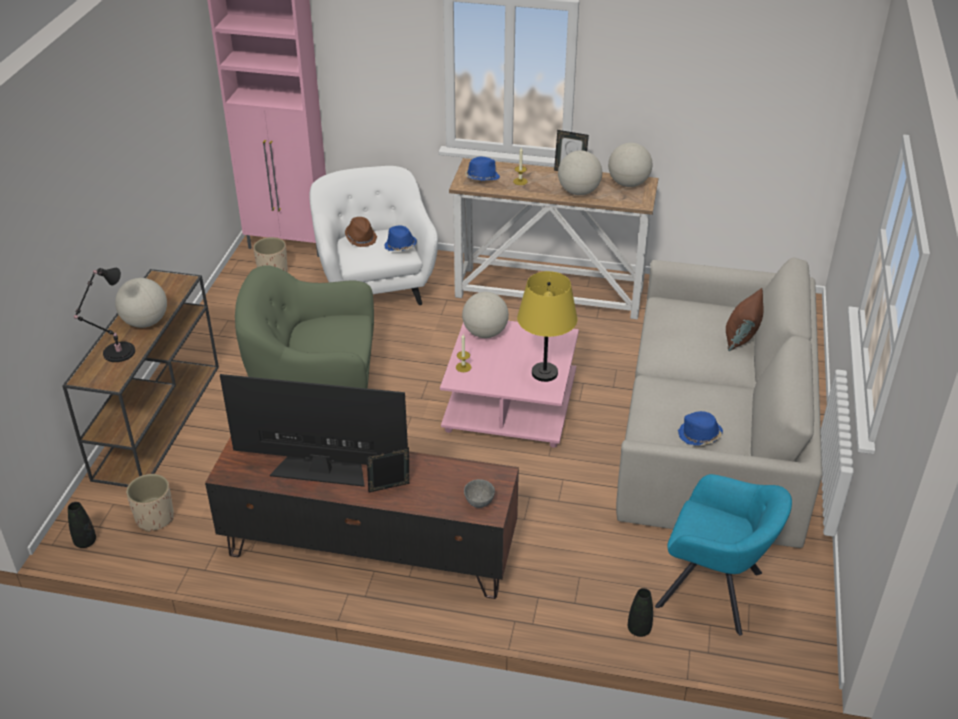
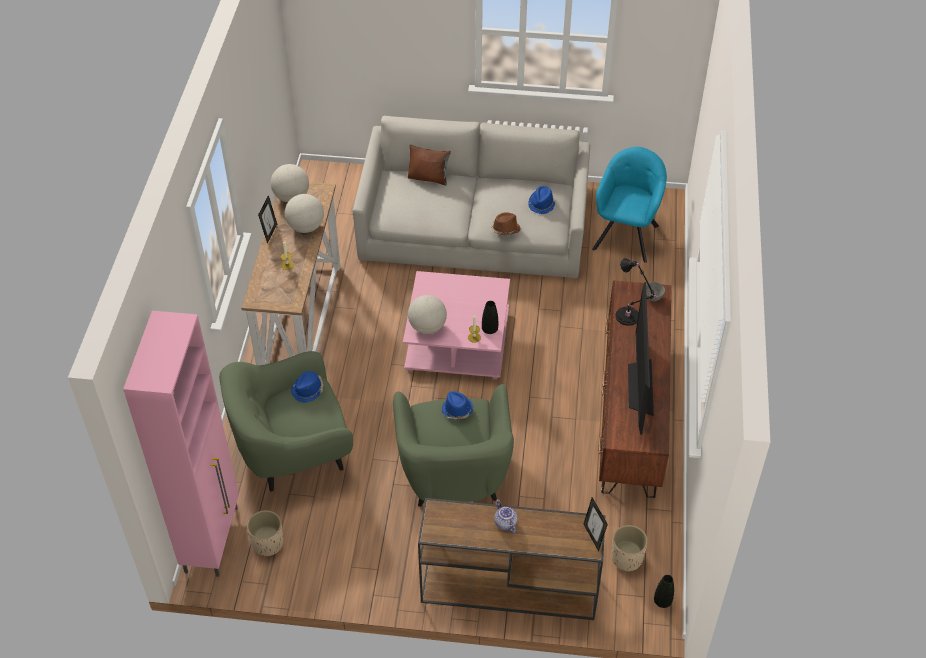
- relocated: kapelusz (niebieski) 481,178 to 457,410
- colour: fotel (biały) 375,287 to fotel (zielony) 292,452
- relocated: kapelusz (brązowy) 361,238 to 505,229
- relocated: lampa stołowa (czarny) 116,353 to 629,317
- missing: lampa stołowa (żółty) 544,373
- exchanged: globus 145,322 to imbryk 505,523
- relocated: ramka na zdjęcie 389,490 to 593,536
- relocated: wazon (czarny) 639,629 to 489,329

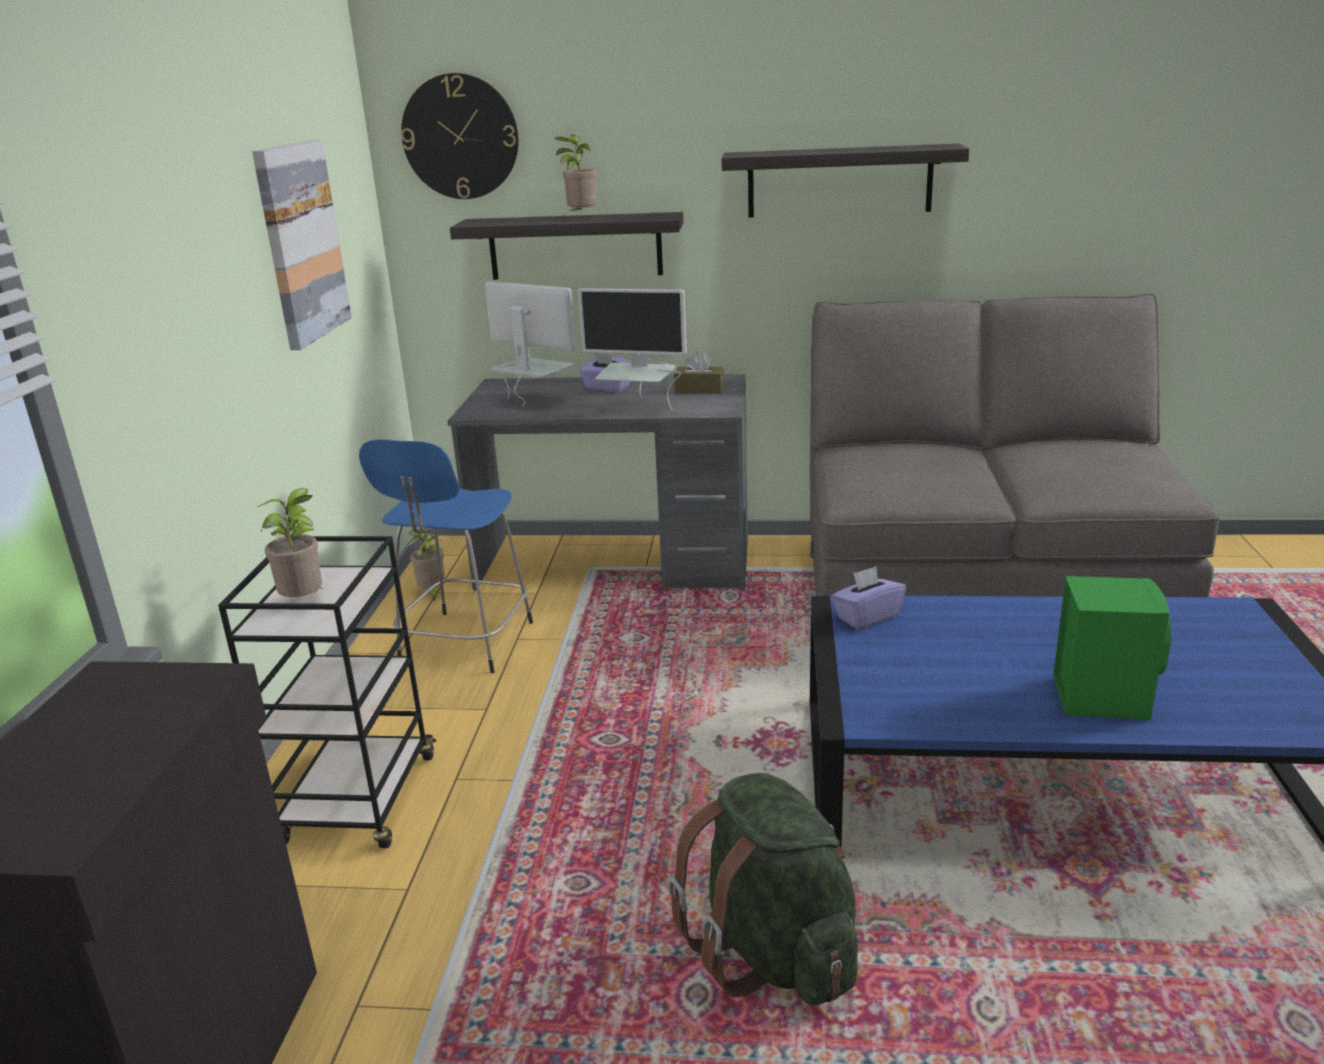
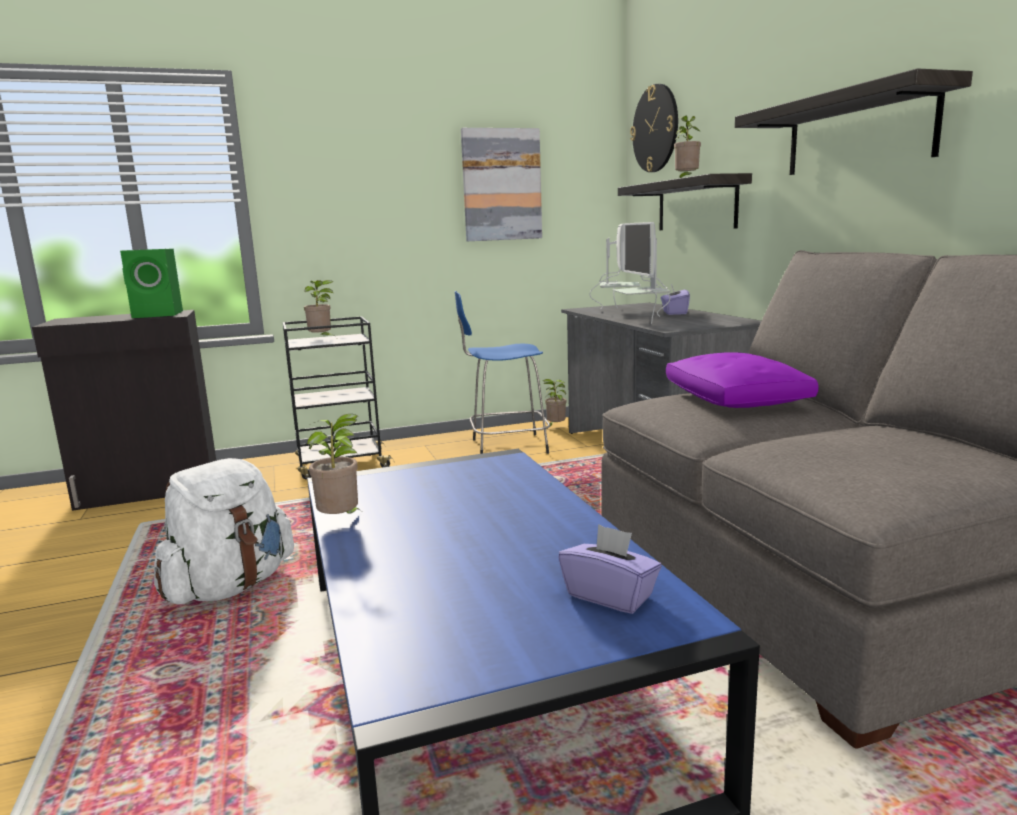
- missing: pudełko chusteczek (brązowy) 699,390
- relocated: pudełko chusteczek (fioletowy) 867,617 to 610,595
- relocated: głośnik (zielony) 1101,696 to 160,315
- colour: plecak (zielony) 773,951 to plecak (biały) 230,586
- appeared: poduszka (fioletowy) 736,400
- appeared: roślina doniczkowa 342,521

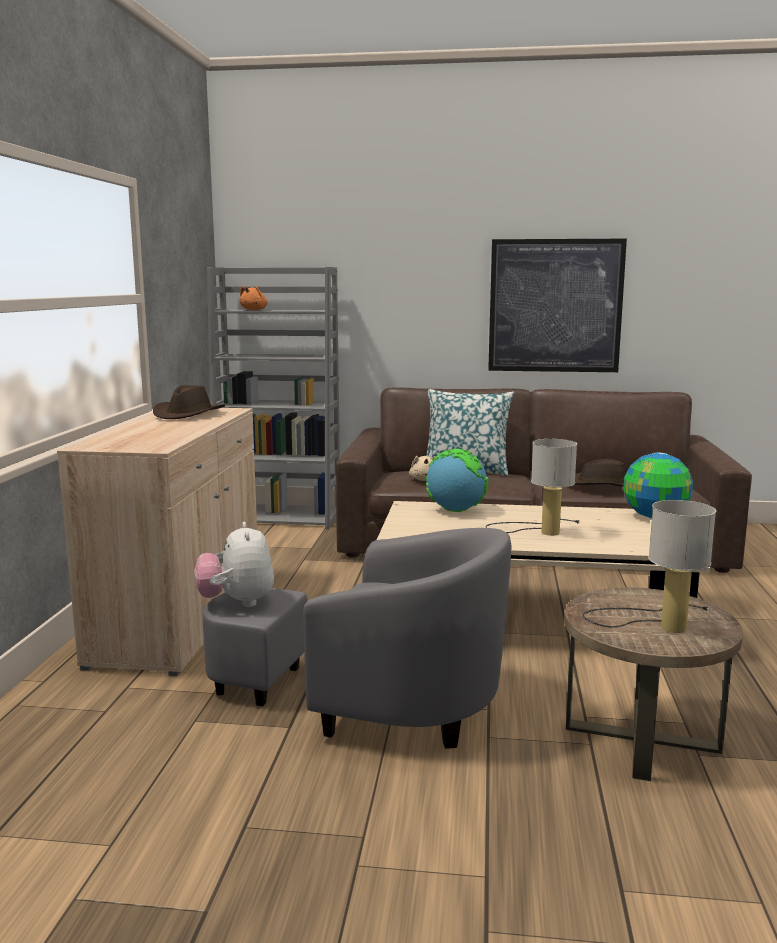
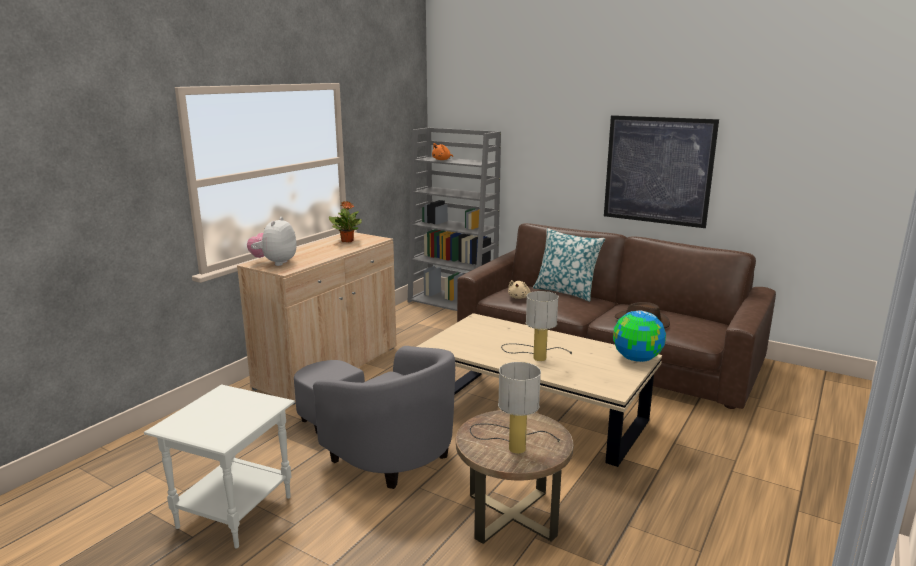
- exchanged: kapelusz (brązowy) 189,414 to roślina doniczkowa 347,241
- missing: globus 455,510
- relocated: pluszak 237,602 to 275,263
- appeared: stolik (biały) 236,511

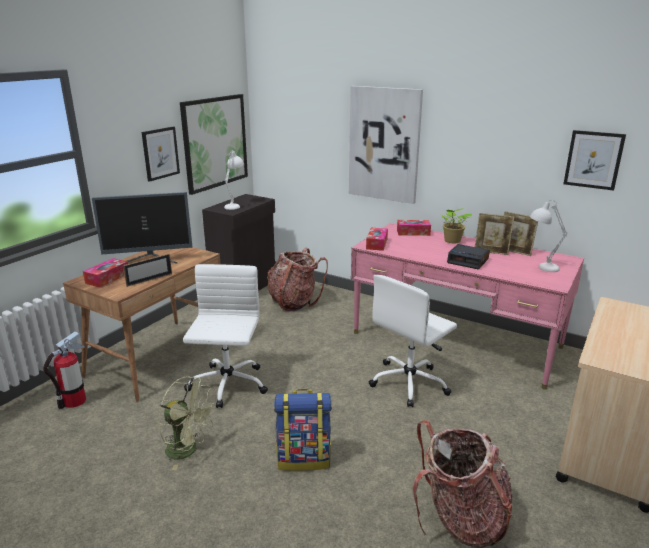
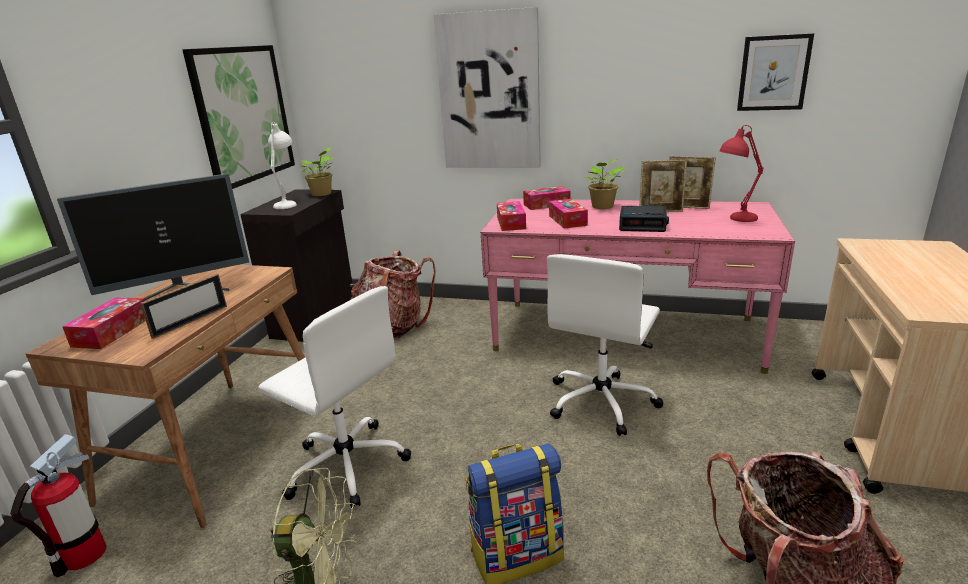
- missing: obraz 160,153
- colour: lampa stołowa (biały) 540,268 to lampa stołowa (czerwony) 734,219
- spun: krzesło biurowe (biały) 227,385 = 346,464 135 degrees clockwise
- appeared: roślina doniczkowa 322,194
- appeared: pudełko chusteczek 567,220

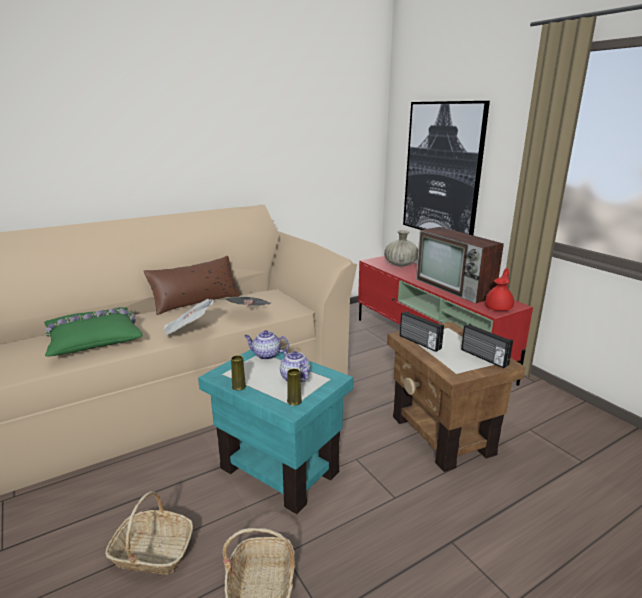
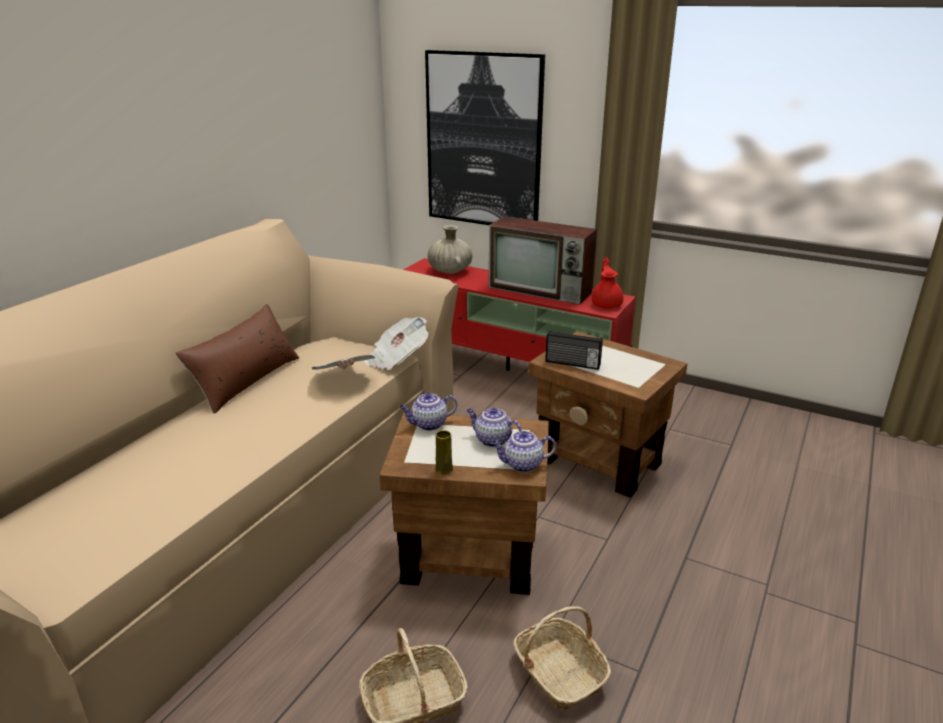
- relocated: gazeta 188,330 to 396,359
- missing: poduszka (zielony) 94,339
- missing: radio 483,357
- colour: stolik (turkusowy) 280,469 to stolik (brązowy) 469,558
- exchanged: wazon (żółty) 294,401 to imbryk 522,465

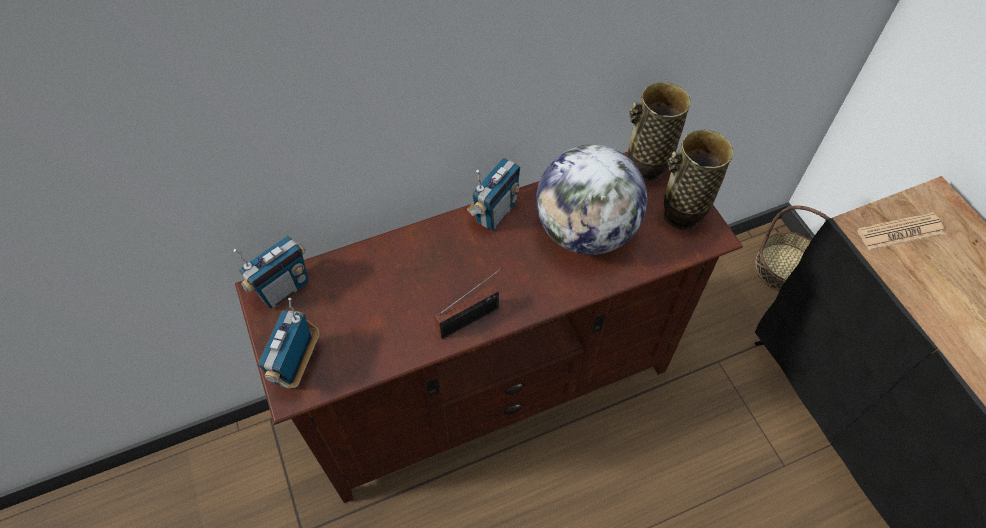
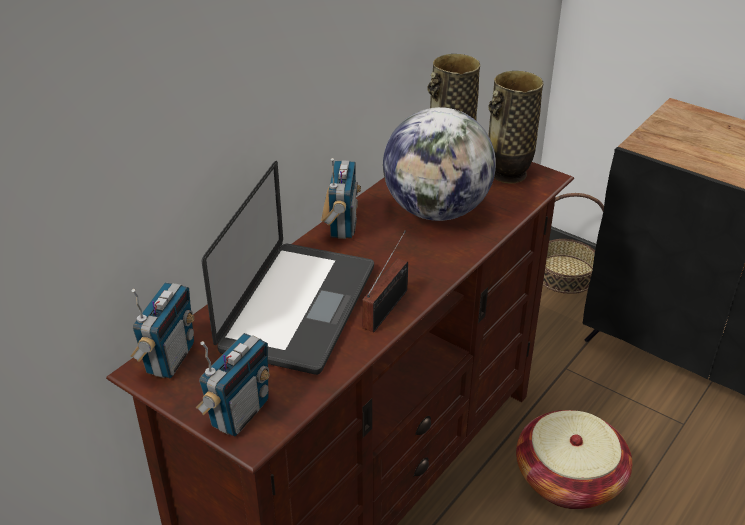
- missing: gazeta 899,232
- spun: radio 297,366 = 239,413 135 degrees counterclockwise
- appeared: laptop 298,308
- appeared: koszyk 569,479

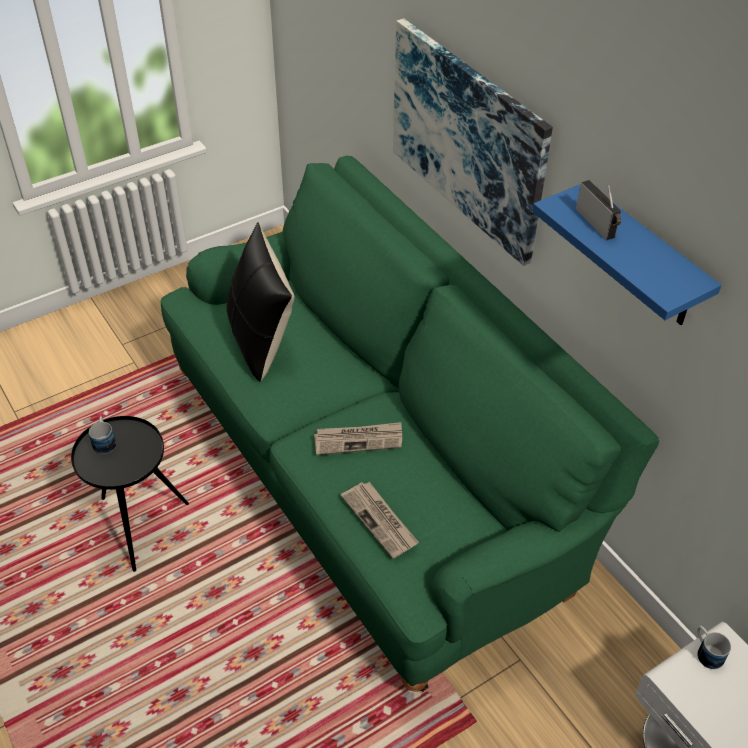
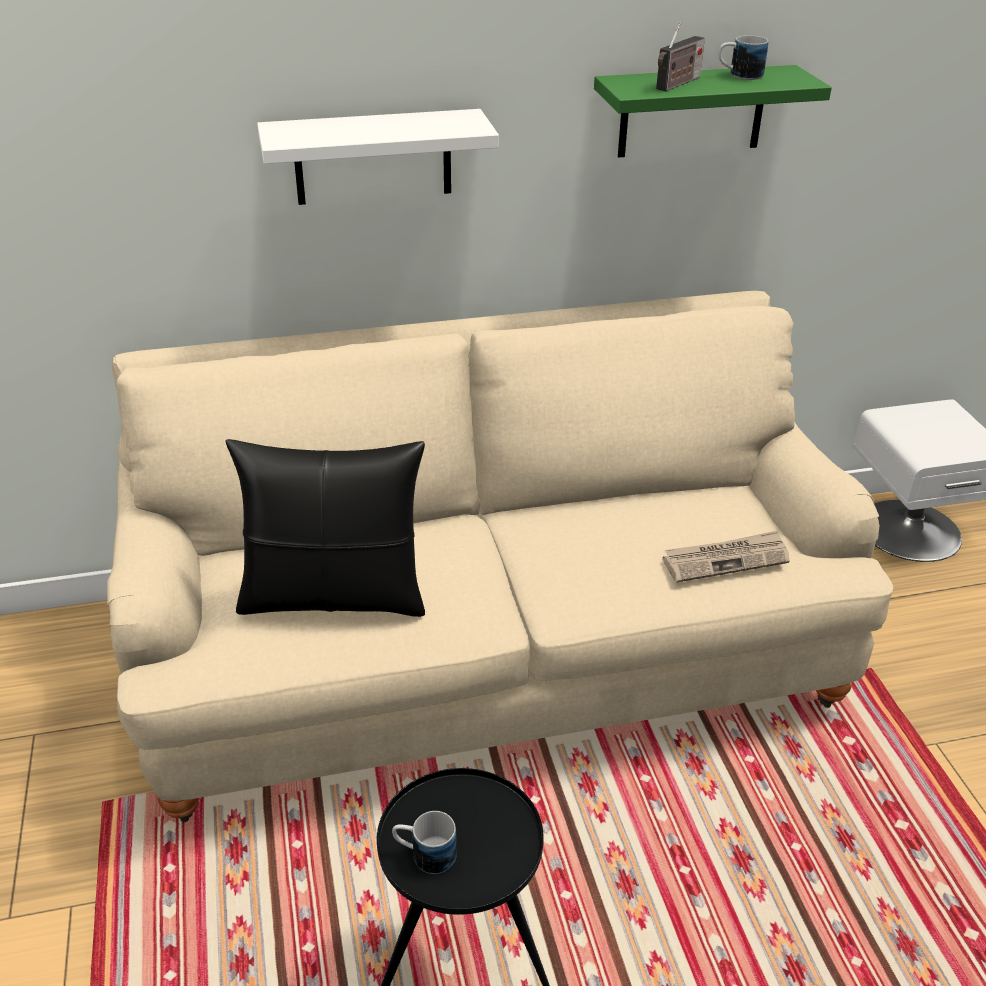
- exchanged: obraz 467,139 to półka (biały) 373,157
- colour: kanapa (zielony) 373,475 to kanapa (beżowy) 490,659
- spun: radio 597,224 = 677,84 135 degrees clockwise
- colour: półka (niebieski) 642,258 to półka (zielony) 692,111
- missing: gazeta 359,440
- relocated: kubek 706,652 to 739,75

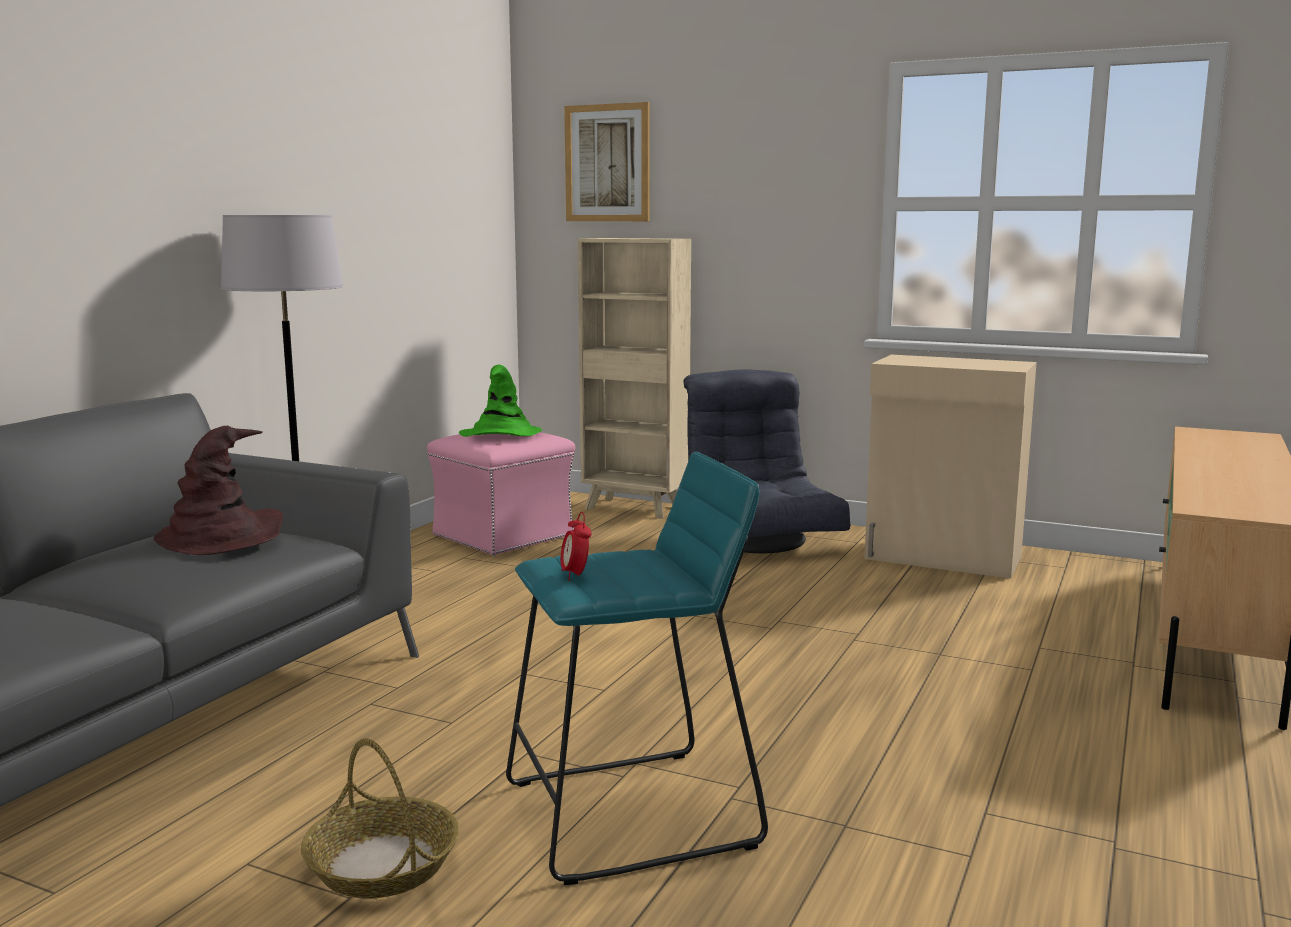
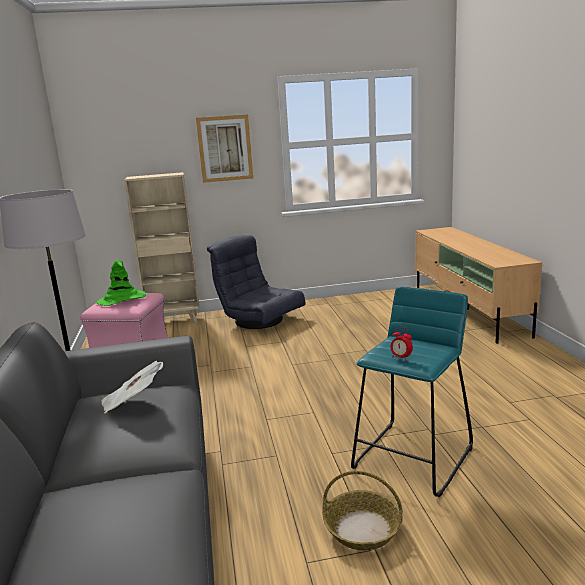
- relocated: obraz 607,163 to 225,148
- missing: szafka (beżowy) 943,558
- exchanged: kapelusz (brązowy) 221,536 to gazeta 133,402

